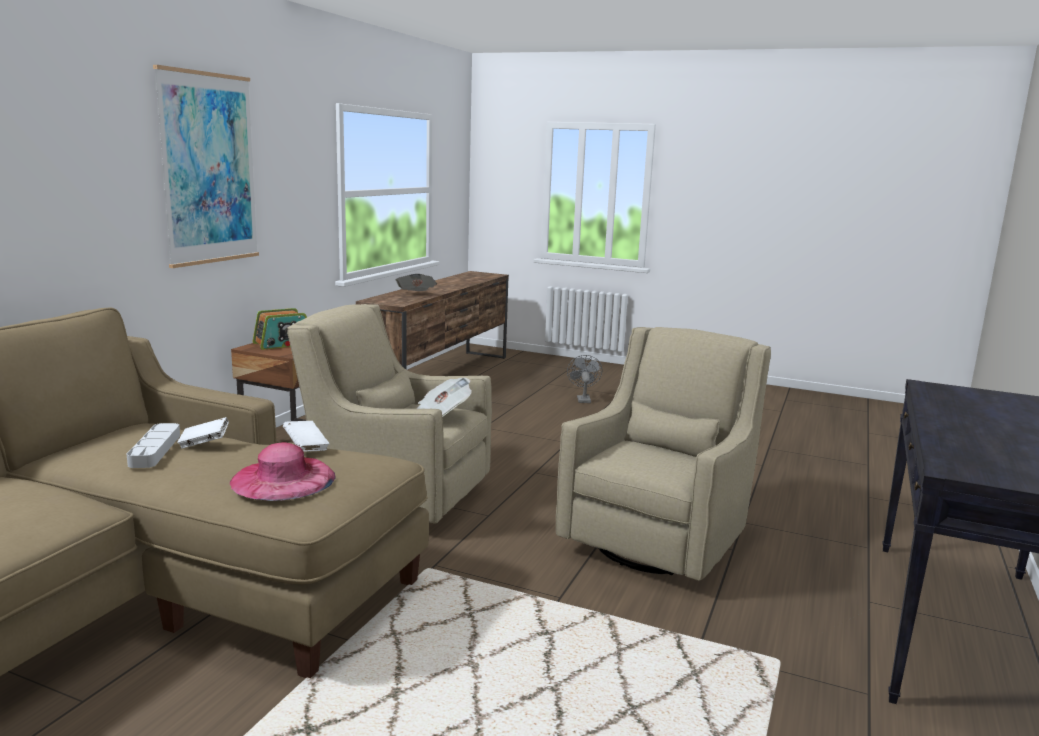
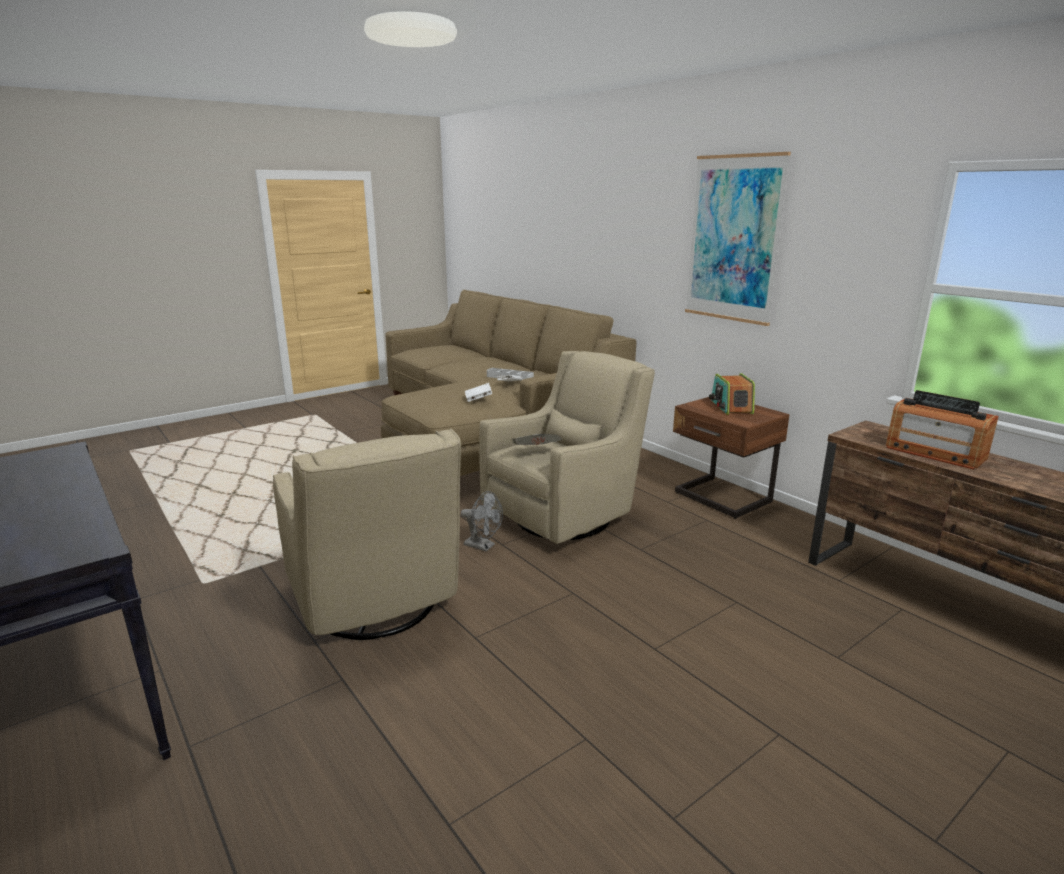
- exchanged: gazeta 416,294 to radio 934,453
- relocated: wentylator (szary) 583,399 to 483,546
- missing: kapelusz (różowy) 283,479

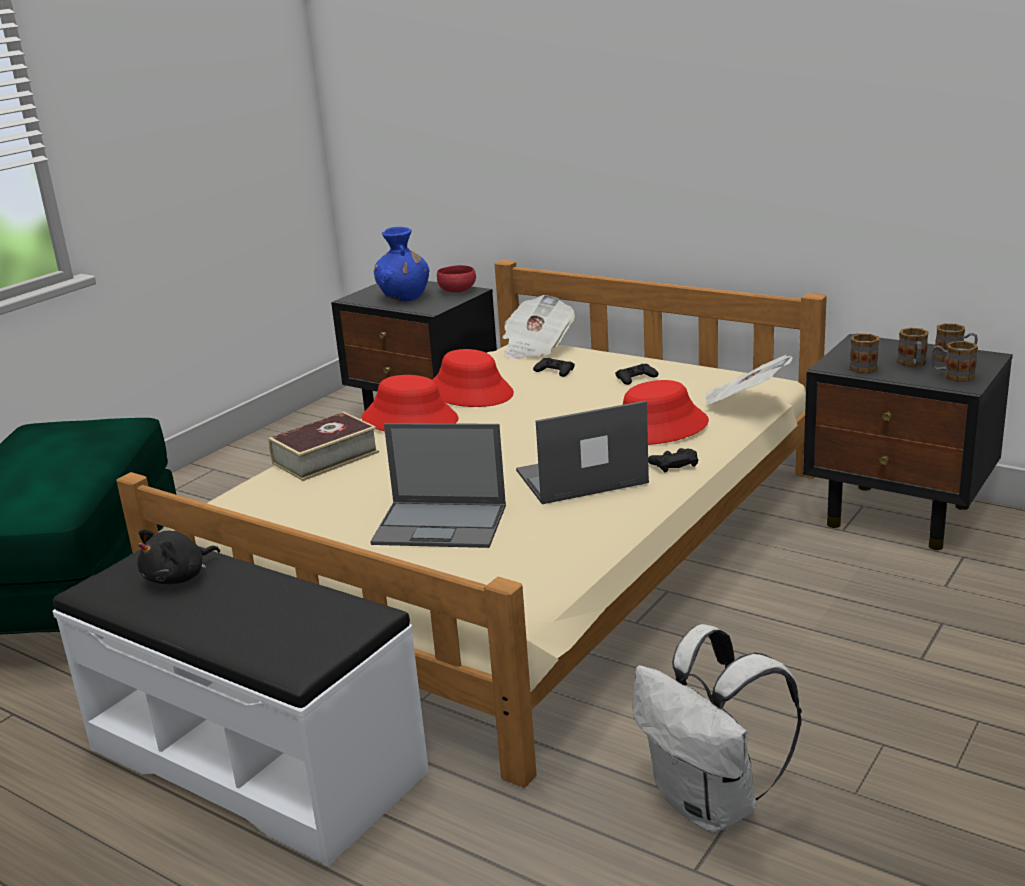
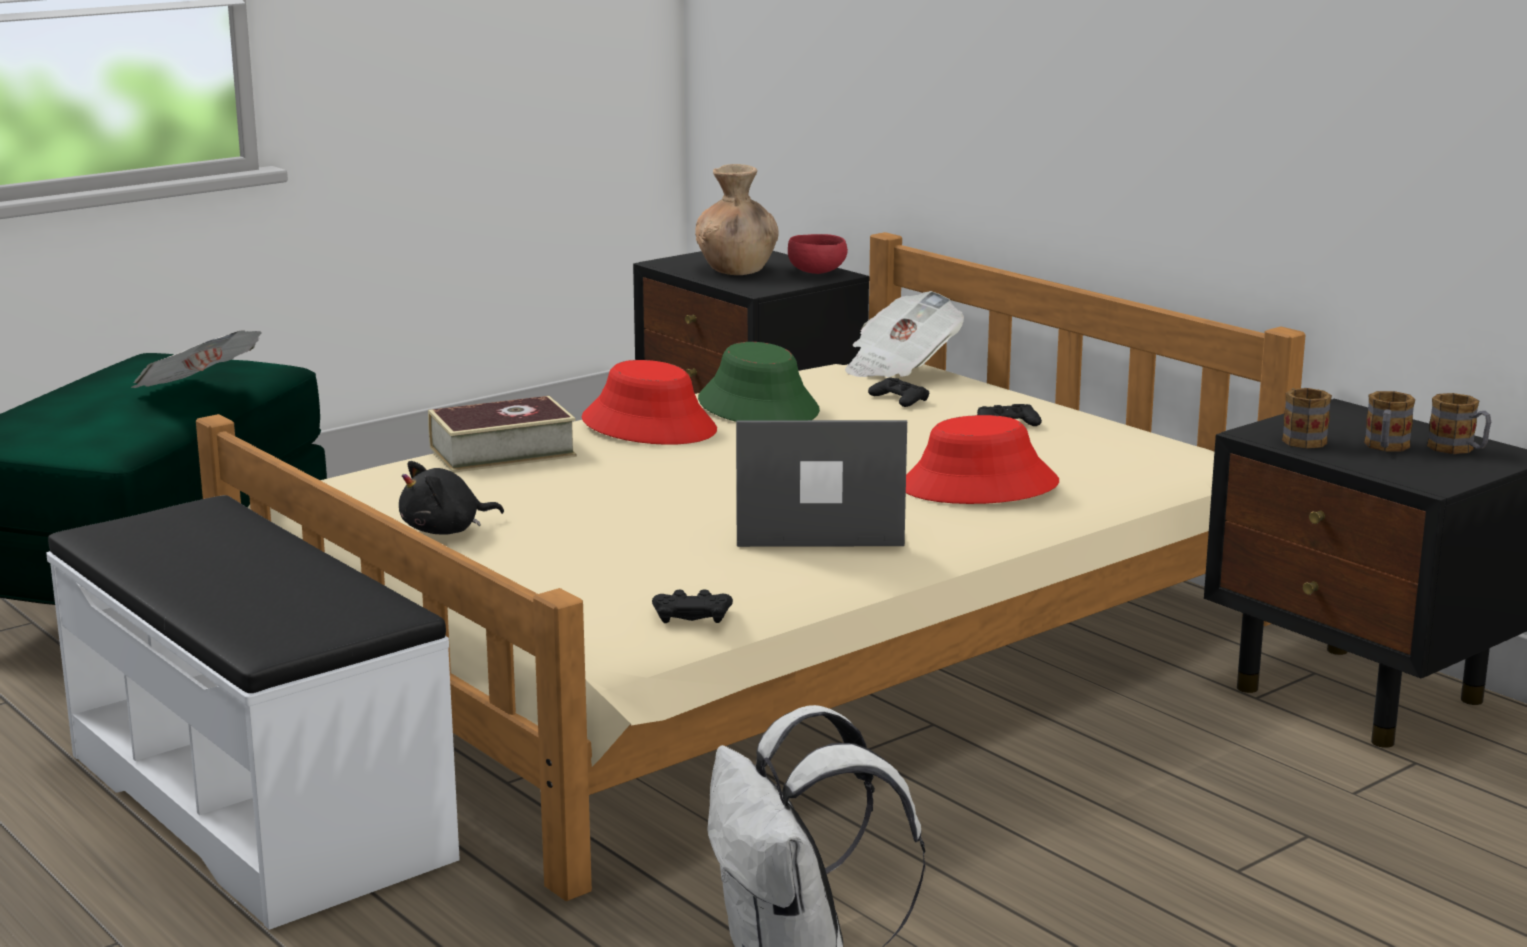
- colour: wazon (niebieski) 404,297 to wazon (brązowy) 737,270
- missing: kubek 952,376
- colour: kapelusz (czerwony) 470,392 to kapelusz (zielony) 759,406
- relocated: gazeta 744,403 to 199,394
- missing: laptop 442,524
- relocated: pad do gier (czarny) 674,464 to 692,614
- relocated: pluszak (czarny) 179,577 to 445,530

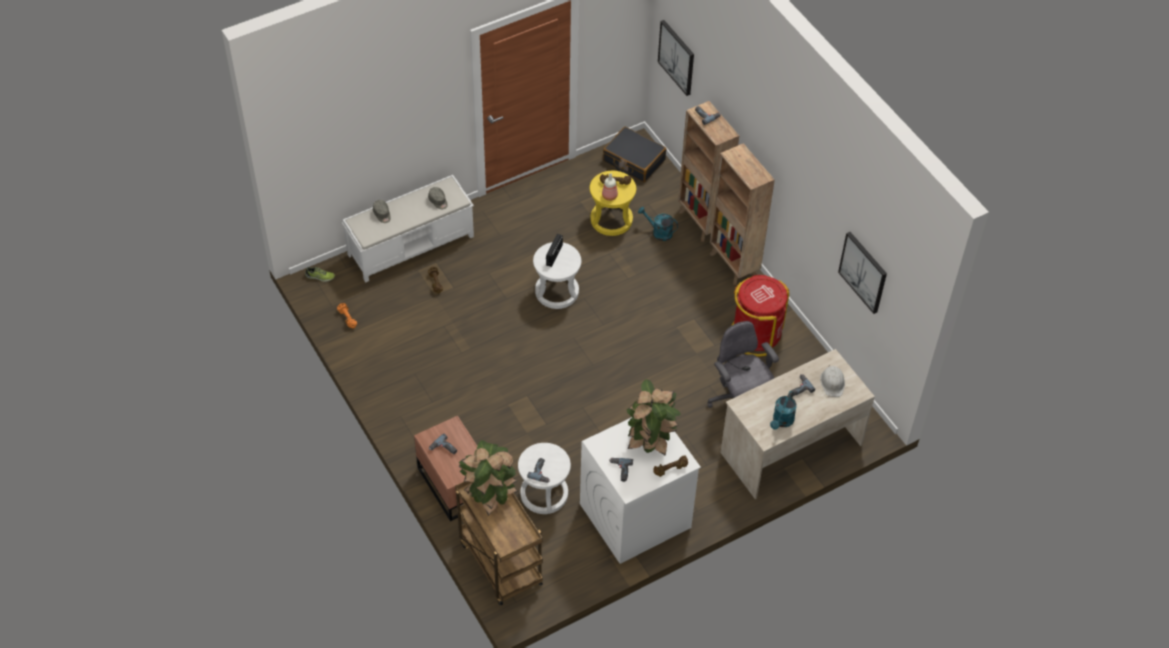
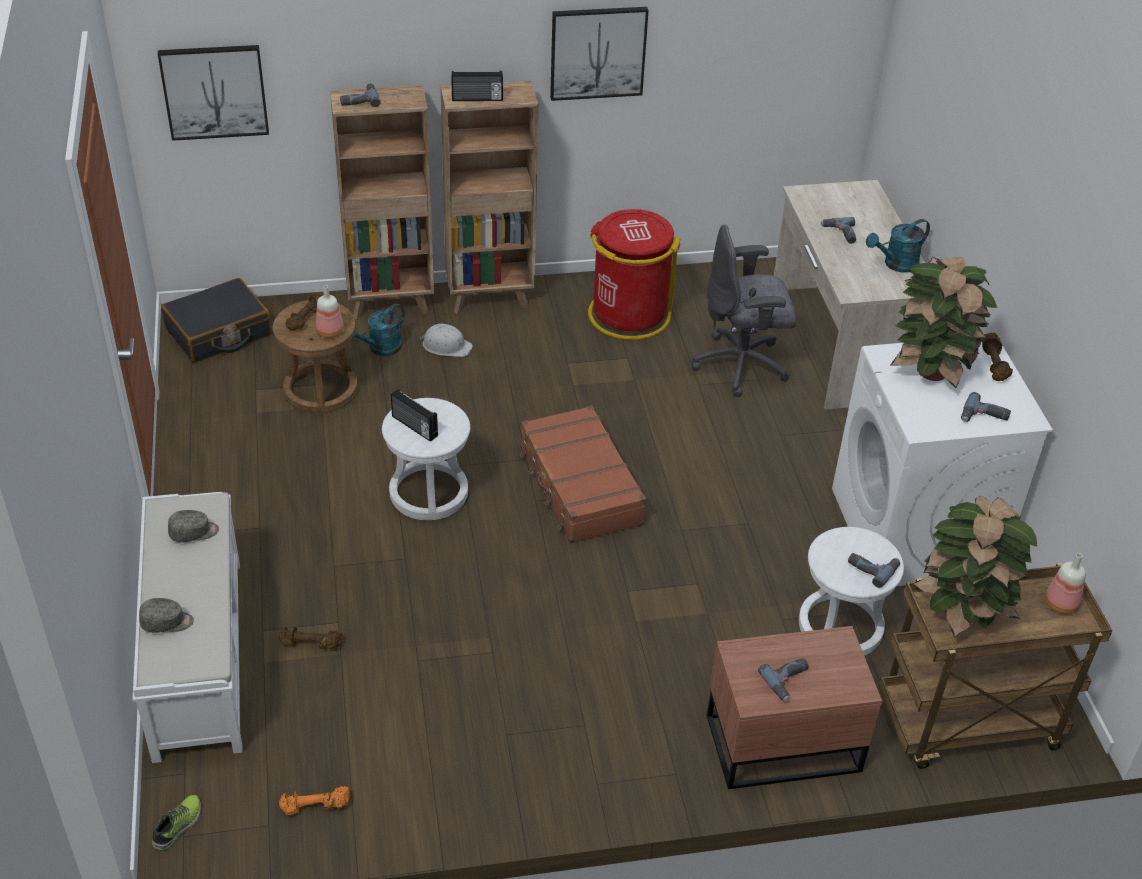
- colour: stołek (żółty) 611,219 to stołek (brązowy) 320,390
- relocated: obraz 863,272 to 597,52
- relocated: kask (biały) 832,383 to 446,346
- spun: konewka (turkusowy) 782,421 = 895,264 105 degrees clockwise
- appeared: radio 477,99
- appeared: walizka (brązowy) 579,487
- appeared: butelka 1061,605

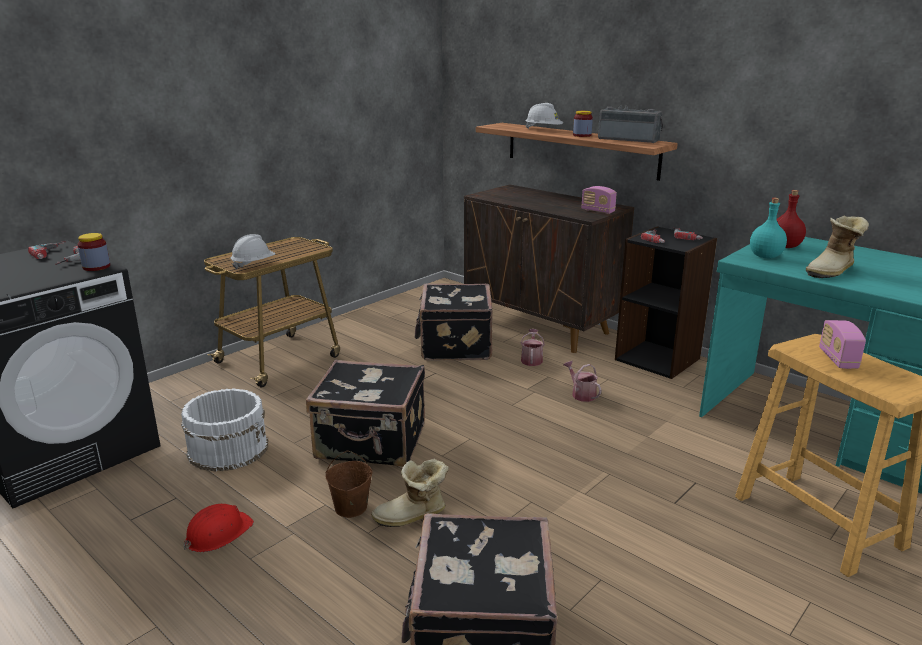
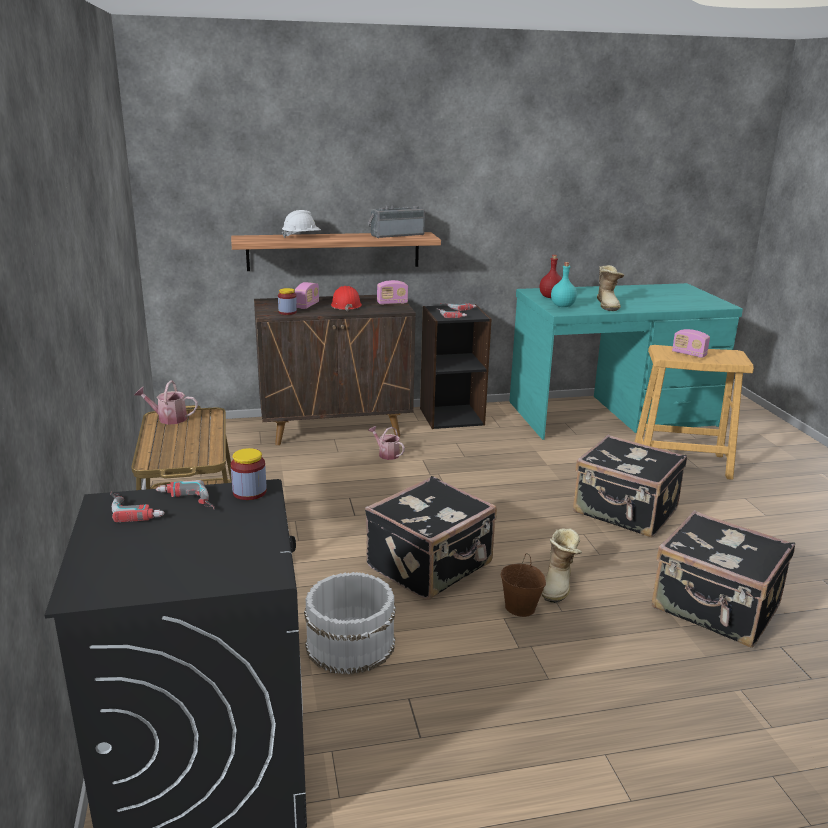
- relocated: słoik 582,135 to 287,312
- missing: kask (biały) 253,264
- relocated: walizka (czarny) 454,345 to 625,512
- relocated: konewka 581,394 to 168,418
- relocated: kask (czerwony) 218,533 to 345,305
- appeared: radio 307,305

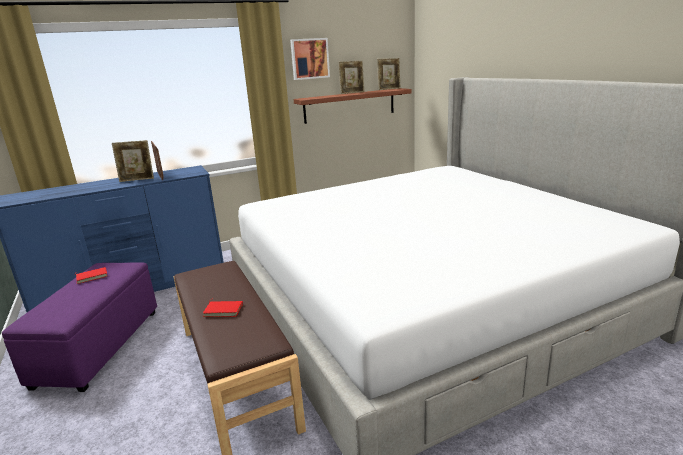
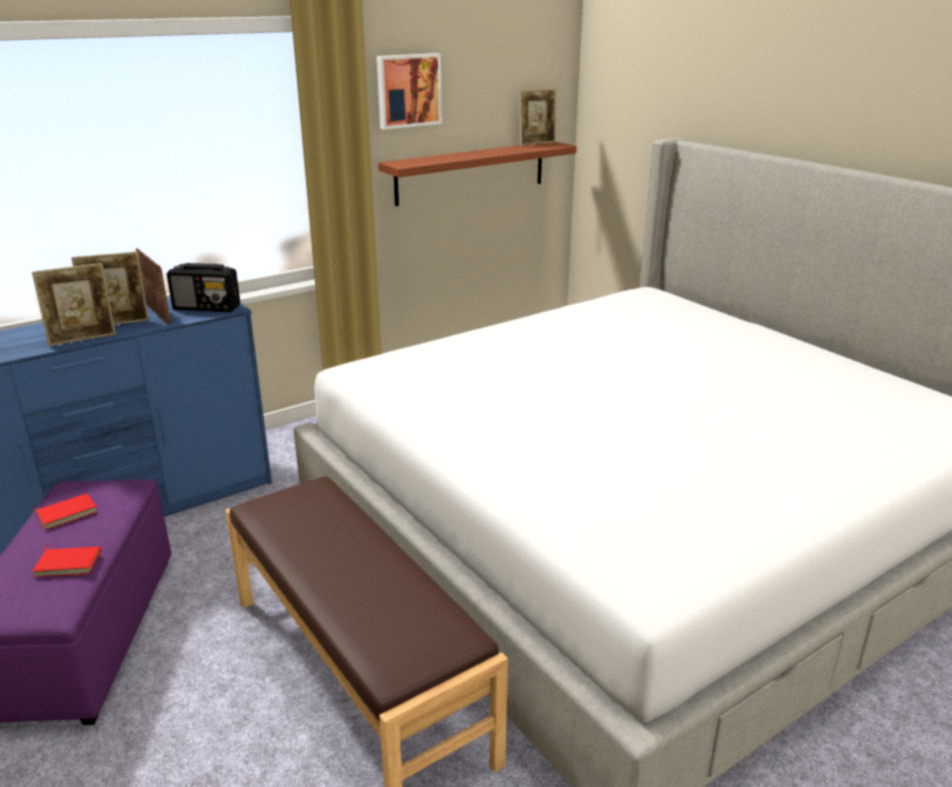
- relocated: ramka na zdjęcie 352,93 to 83,339
- relocated: książka (czerwony) 224,310 to 69,563
- appeared: radio 207,308

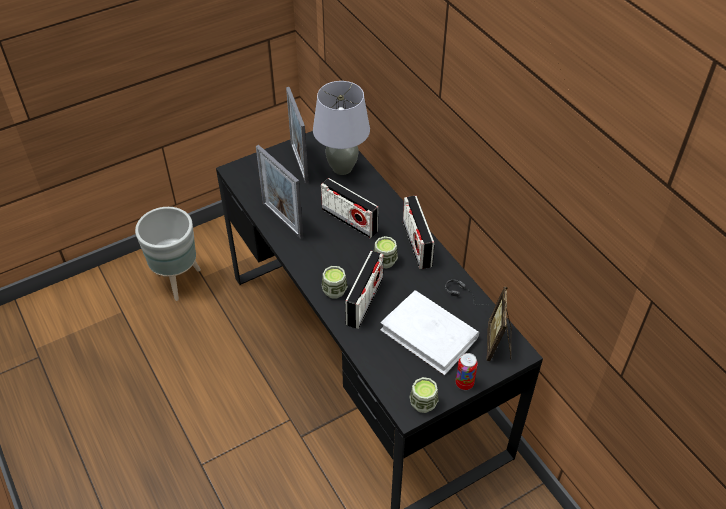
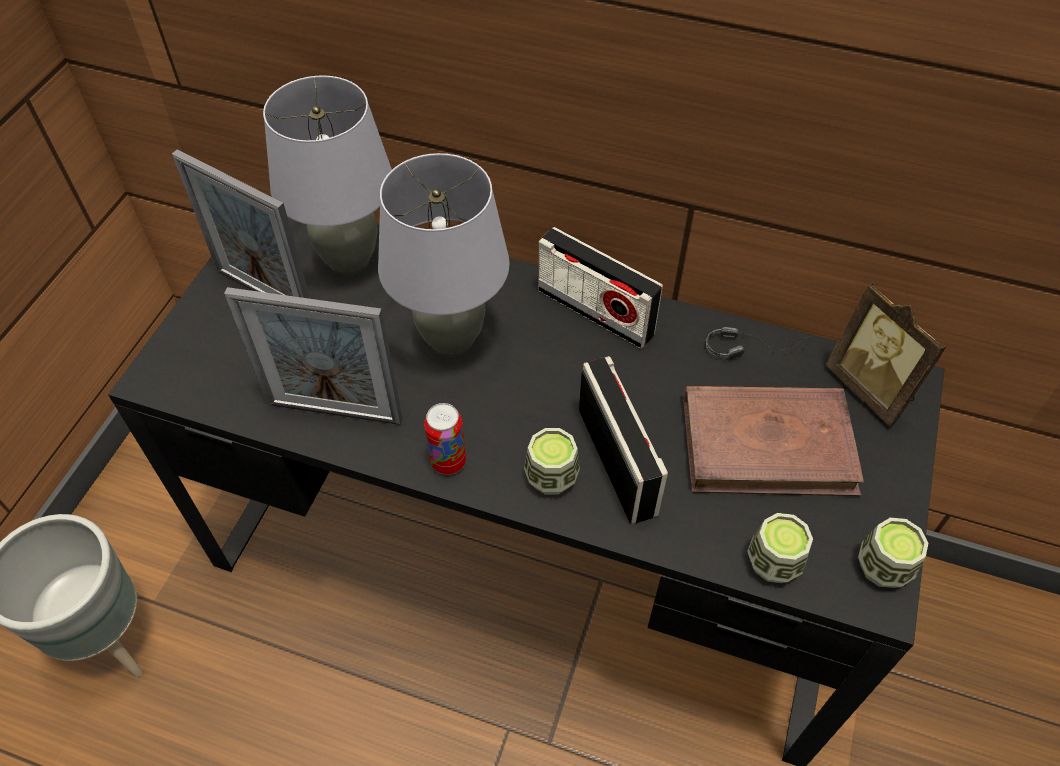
- exchanged: radio 349,220 to lampa stołowa (szary) 451,340
- relocated: filiżanka 385,261 to 773,562
- colour: książka (biały) 429,334 to książka (brązowy) 768,445
- relocated: puszka 464,383 to 448,462

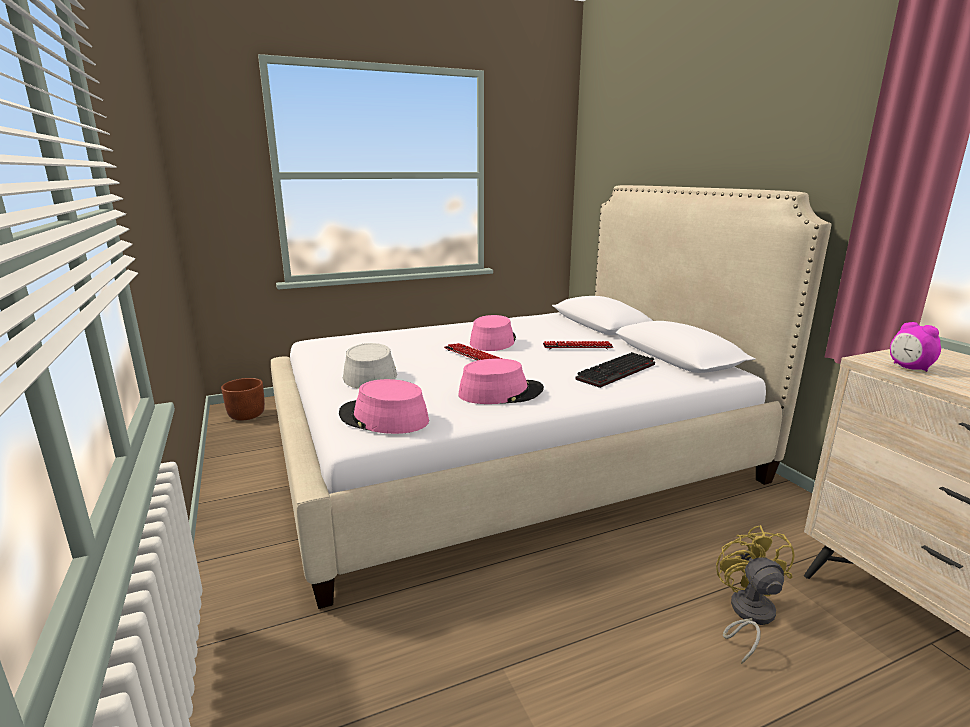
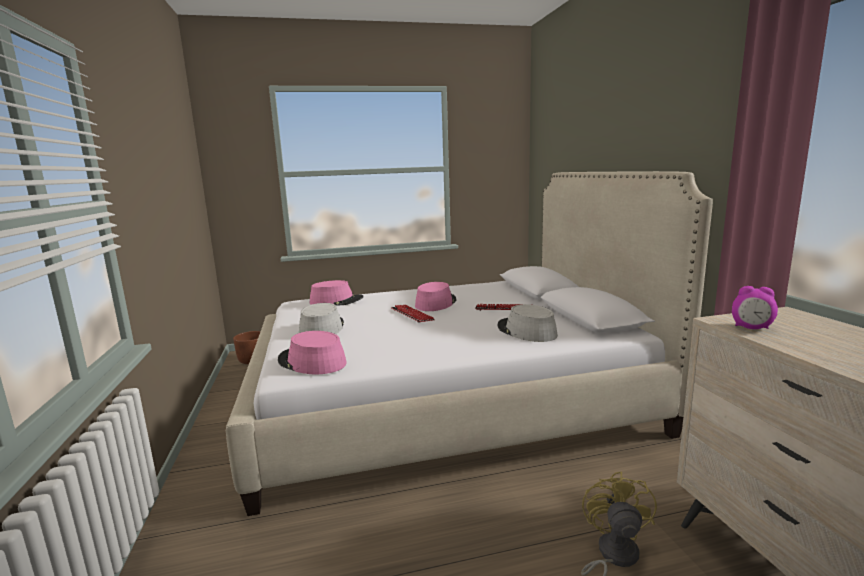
- spun: budzik 909,368 = 751,328 45 degrees counterclockwise
- exchanged: klawiatura 617,373 to kapelusz (szary) 526,331
- relocated: kapelusz (różowy) 500,393 to 336,301

